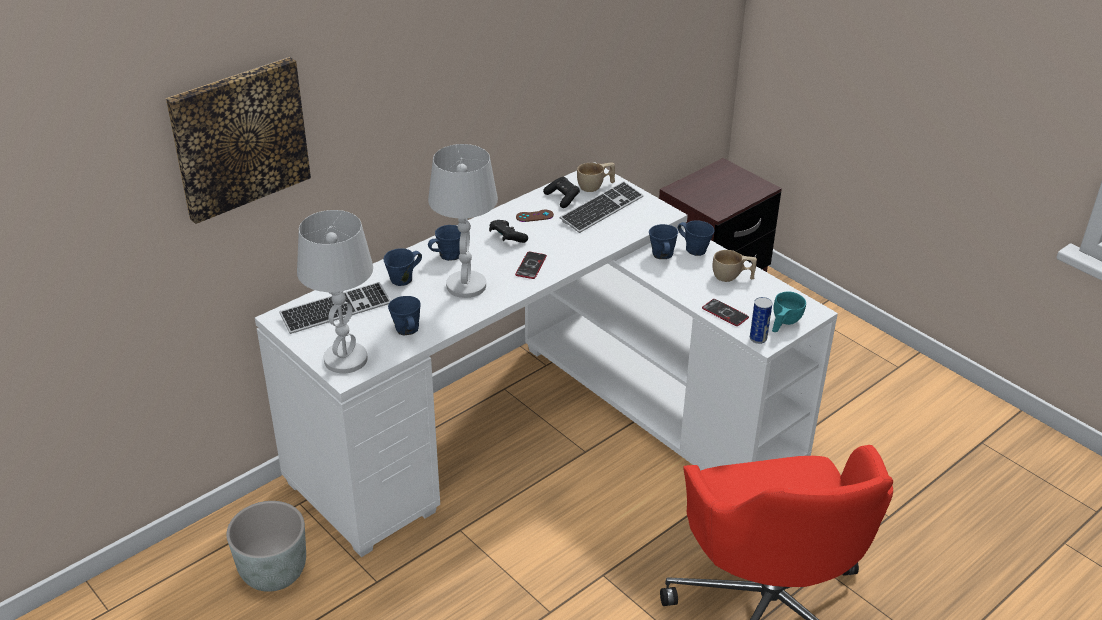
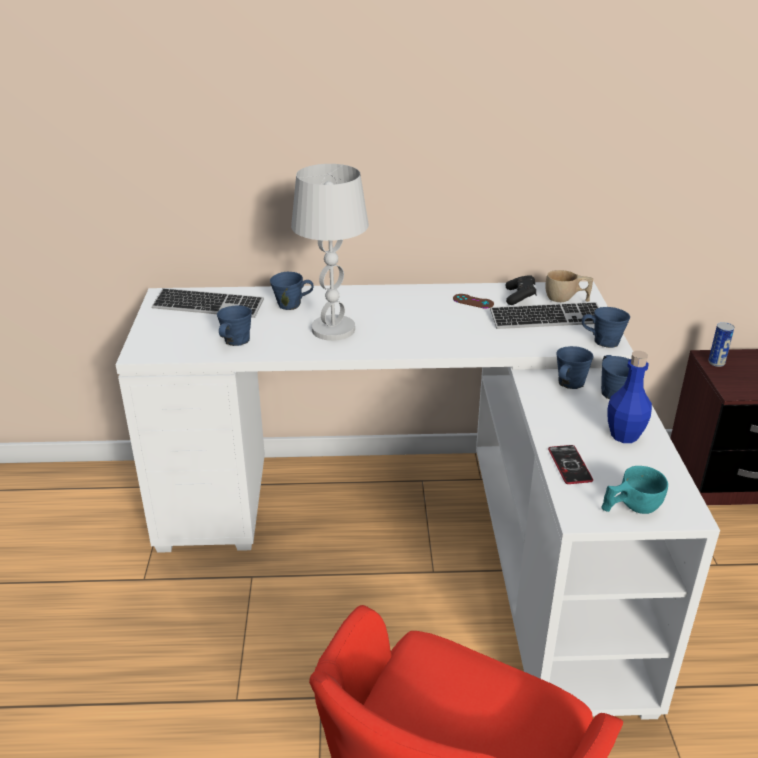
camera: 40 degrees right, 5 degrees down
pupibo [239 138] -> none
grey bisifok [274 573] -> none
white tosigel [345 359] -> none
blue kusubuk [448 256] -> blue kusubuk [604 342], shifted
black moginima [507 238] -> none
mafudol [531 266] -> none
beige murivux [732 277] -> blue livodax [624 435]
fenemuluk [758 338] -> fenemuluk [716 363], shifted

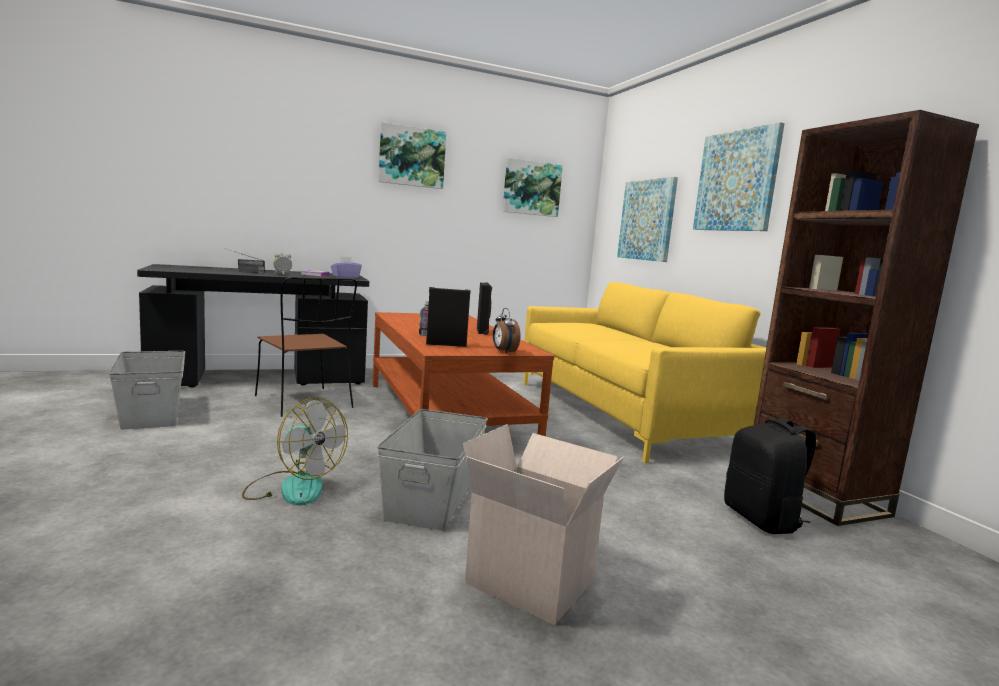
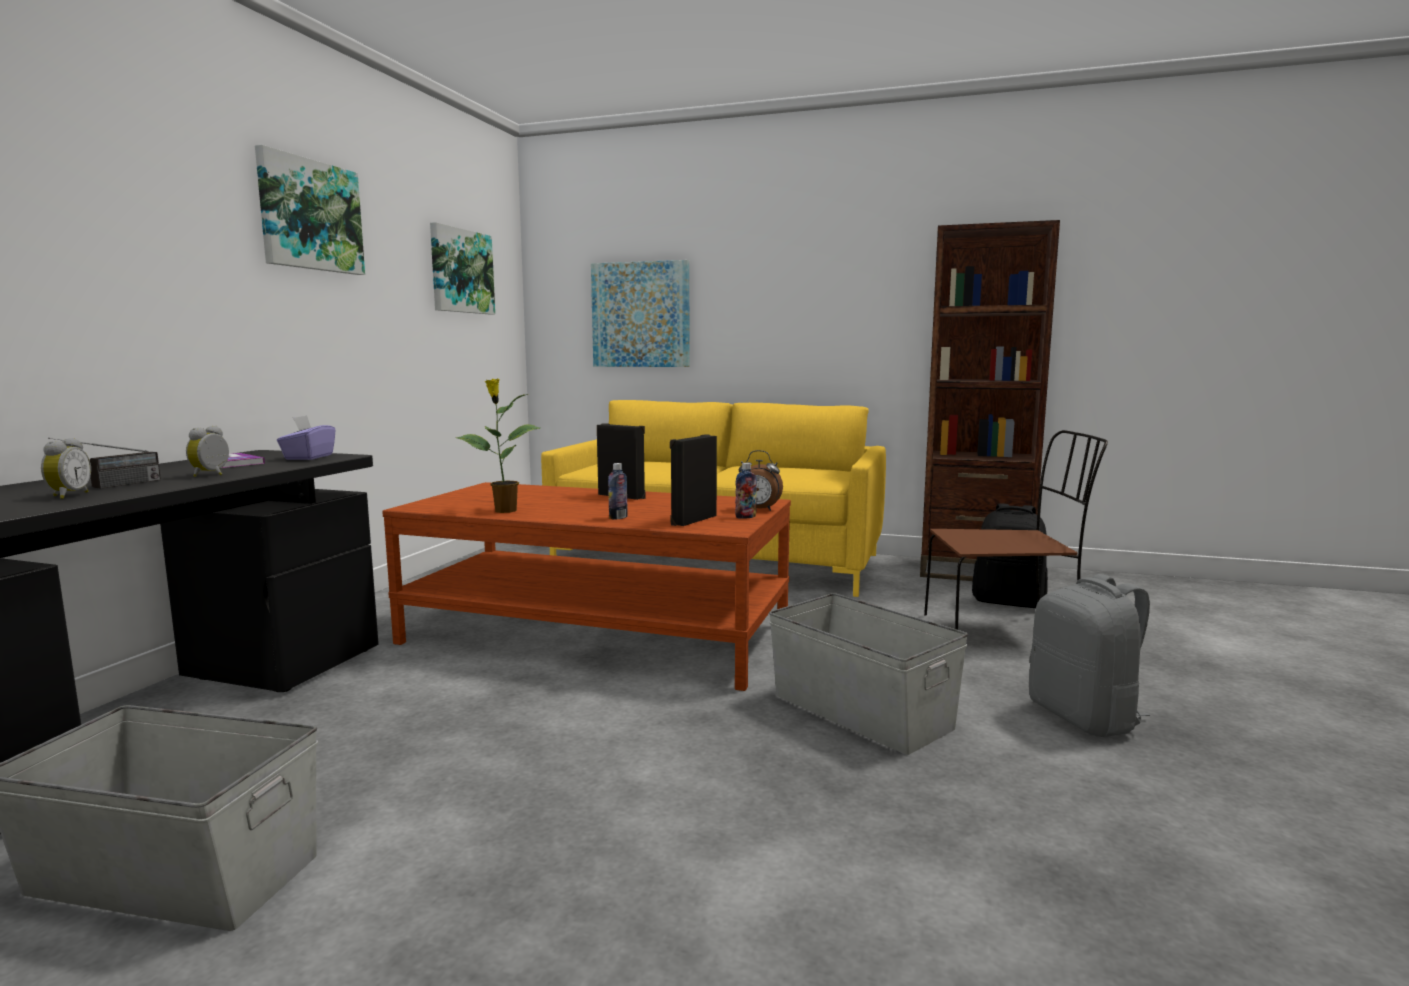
camera: 50 degrees left, 0 degrees up
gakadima [293 487] -> none
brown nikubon [305 403] -> brown nikubon [1005 633], shifted
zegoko [534 581] -> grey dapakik [1085 718]
pupibo [737 181] -> none
none -> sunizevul [67 495]
none -> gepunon [504 511]
none -> livodax [745 517]

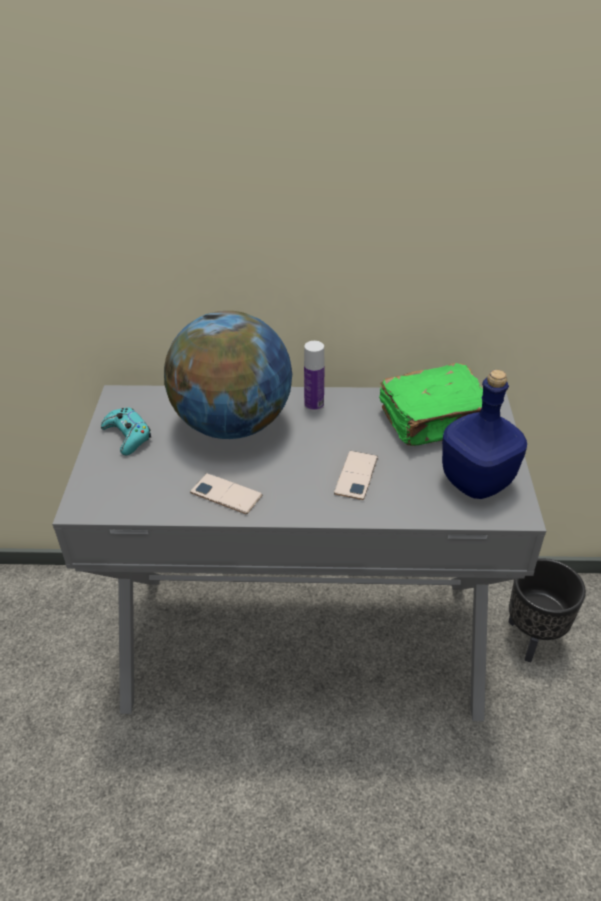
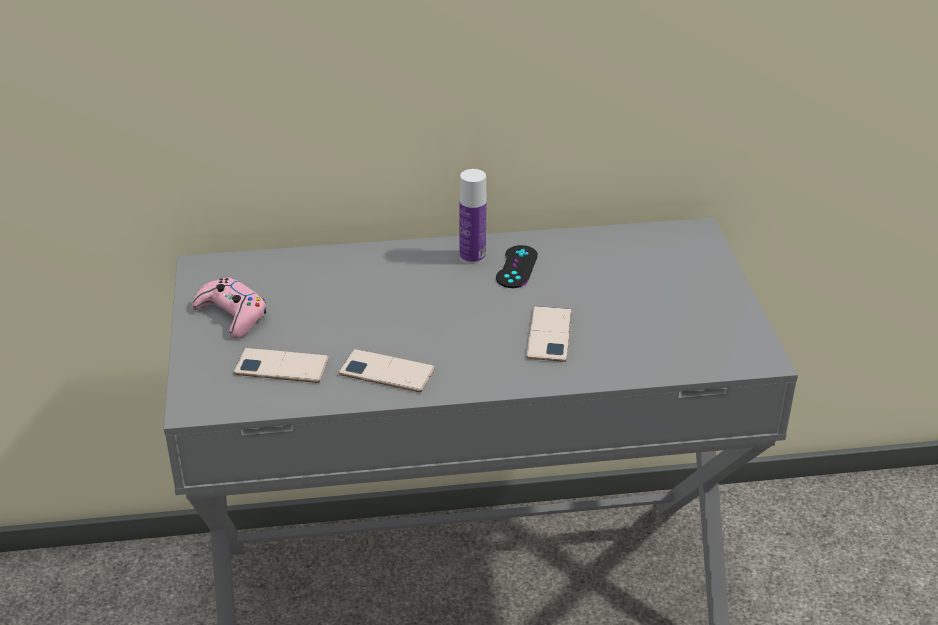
camera: 10 degrees left, 5 degrees down
turquoise moginima [127 436] -> pink moginima [232 315]
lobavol [233 424] -> none
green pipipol [436 421] -> none
blue livodax [475 482] -> none
black bisifok [533 639] -> none
none -> mafudol [281 366]
none -> black moginima [516 267]

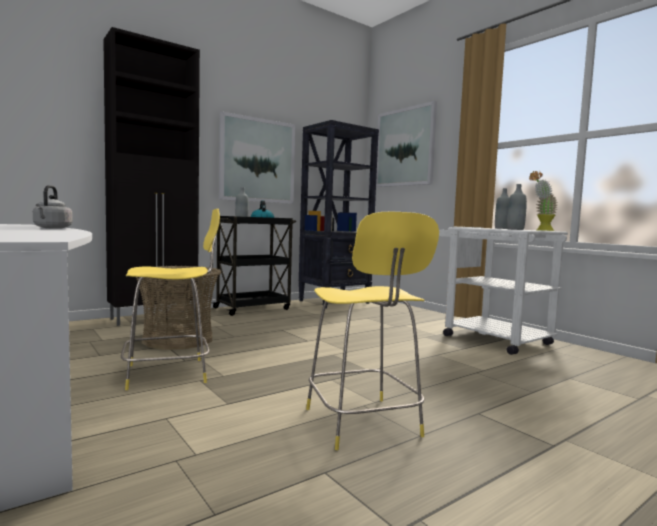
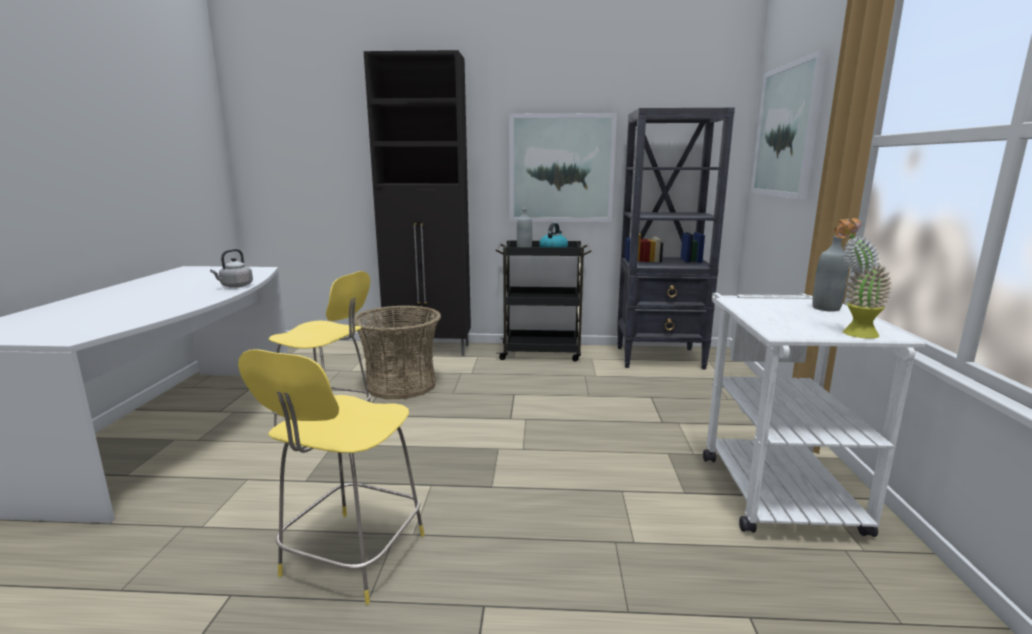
camera: 40 degrees right, 10 degrees up
grey livodax [515 229] -> none

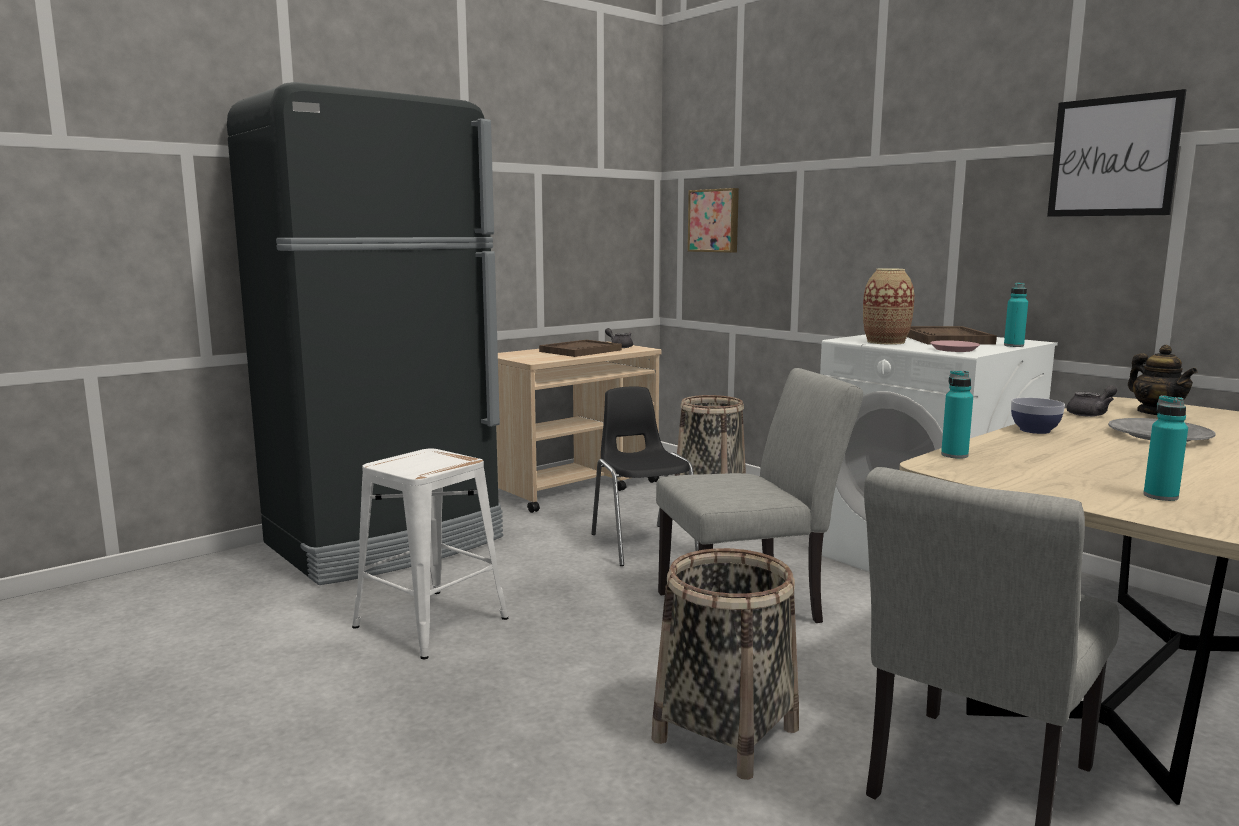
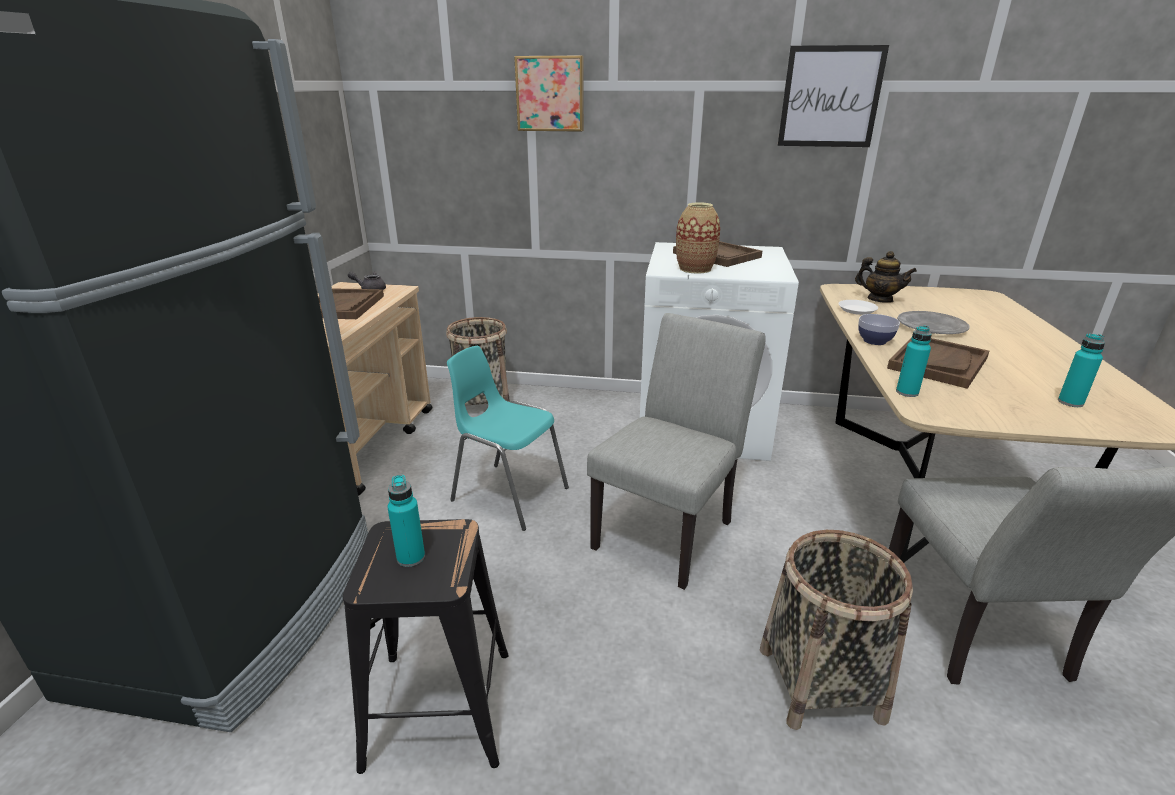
camera: 40 degrees left, 15 degrees up
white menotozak [430 622] -> black menotozak [437 707]
black nikubon [642 544] -> turquoise nikubon [509 494]
pupibo [714 220] -> pupibo [550 94], shifted
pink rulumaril [954 349] -> none
turquoise livodax [1013 345] -> turquoise livodax [411 557], shifted
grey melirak [1091 414] -> white rulumaril [856 310]
none -> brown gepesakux [937 363]

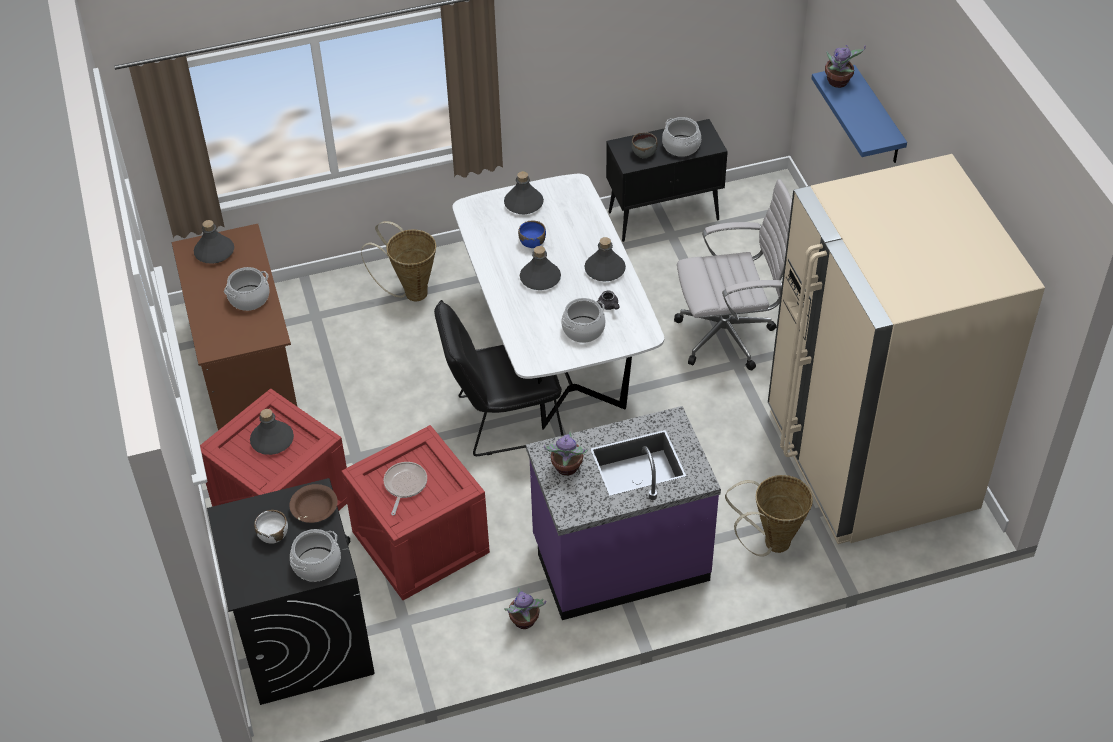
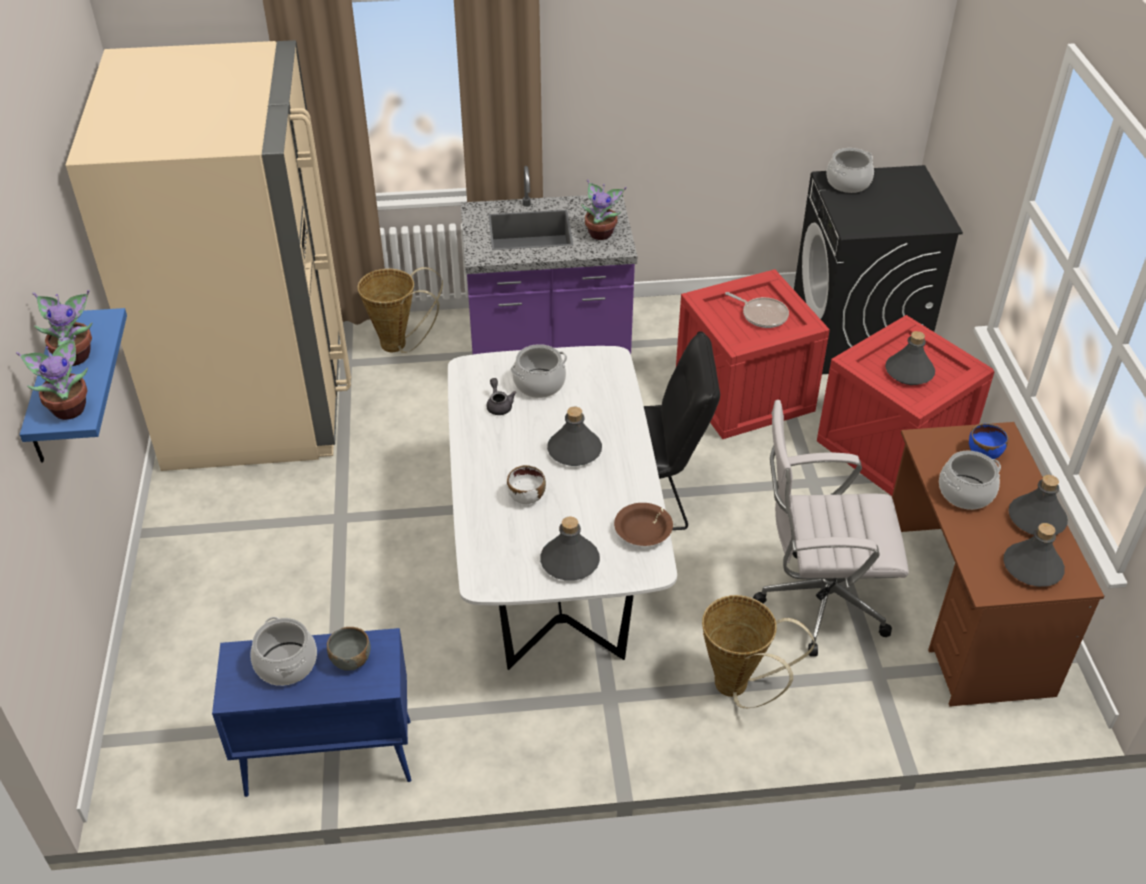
camera: 170 degrees left, 5 degrees down
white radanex [273 535] -> white radanex [526 496], shifted
brown radanex [314 508] -> brown radanex [643 531], shifted
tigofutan [404 485] -> tigofutan [762 315], 75 degrees counterclockwise
gepunon [524 621] -> gepunon [75 355], shifted
blue radanex [532 242] -> blue radanex [984 453], shifted
grey livodax [604 269] -> grey livodax [1036 519], shifted
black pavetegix [664 216] -> blue pavetegix [327 758]
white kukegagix [729 335] -> white kukegagix [816 602], shifted

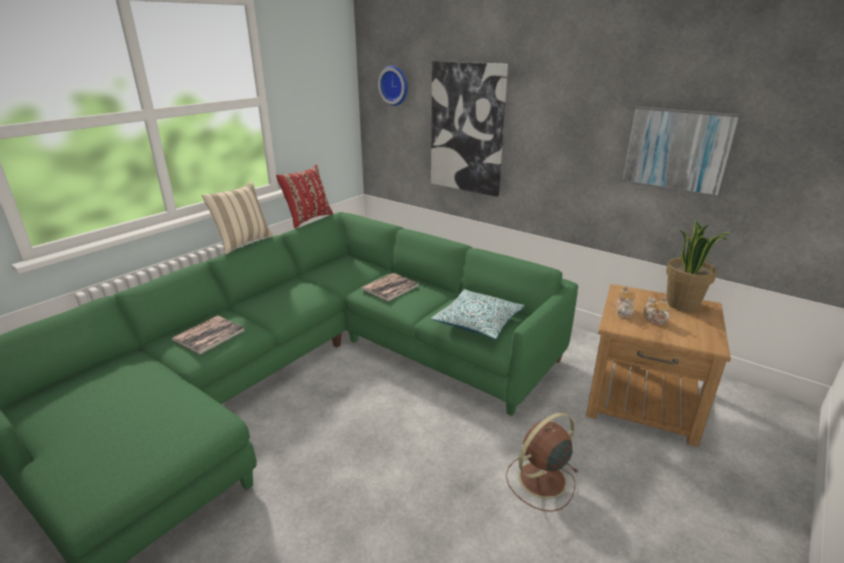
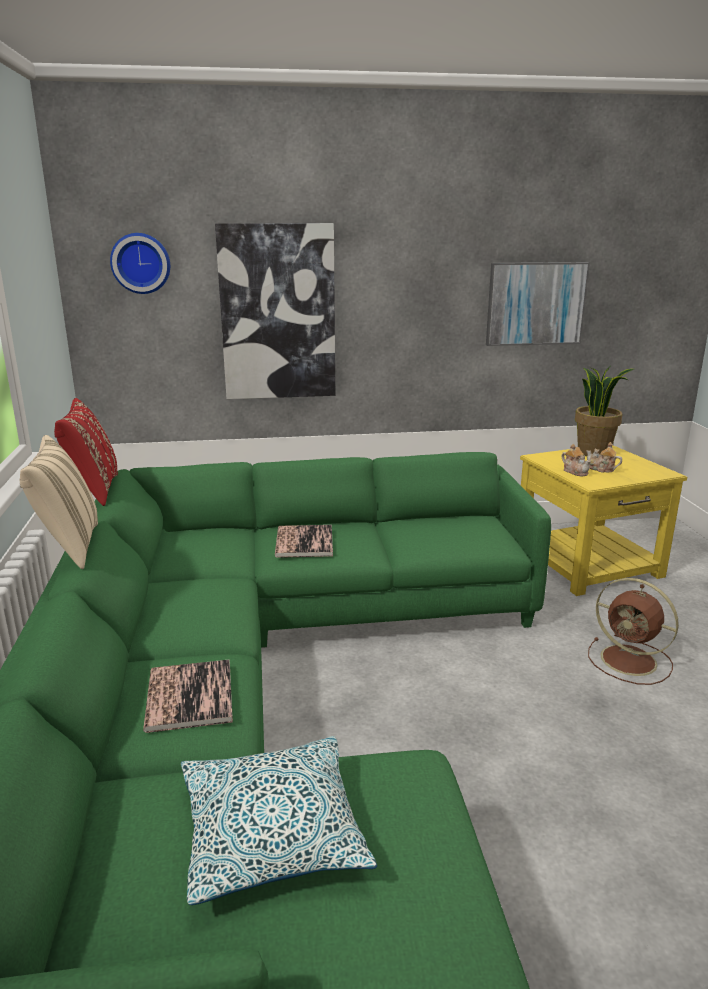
camera: 45 degrees left, 5 degrees down
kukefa [478 322] -> kukefa [272 832], shifted
brown gakadima [540 480] -> brown gakadima [631 661], 60 degrees counterclockwise
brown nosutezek [642 400] -> yellow nosutezek [587 563]

